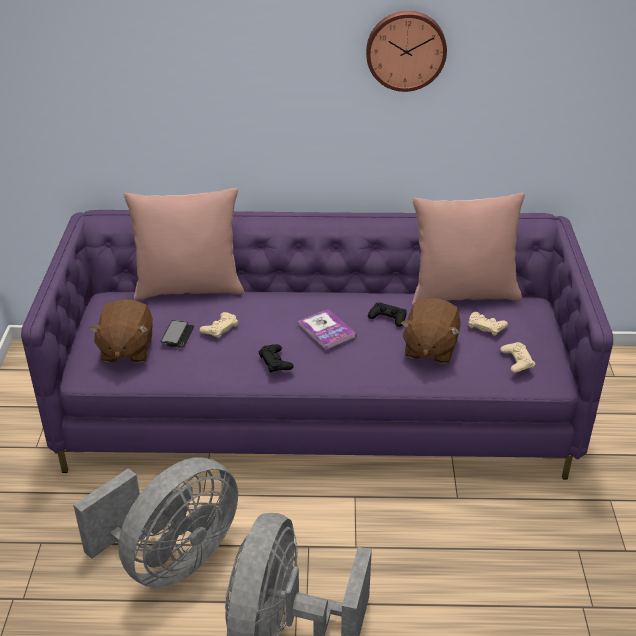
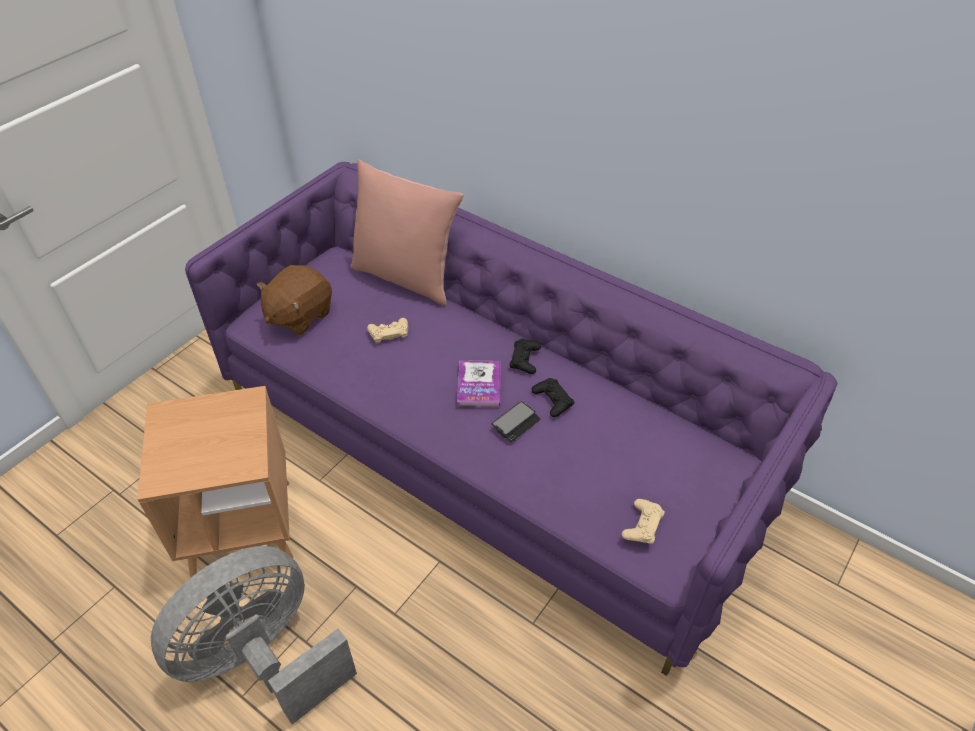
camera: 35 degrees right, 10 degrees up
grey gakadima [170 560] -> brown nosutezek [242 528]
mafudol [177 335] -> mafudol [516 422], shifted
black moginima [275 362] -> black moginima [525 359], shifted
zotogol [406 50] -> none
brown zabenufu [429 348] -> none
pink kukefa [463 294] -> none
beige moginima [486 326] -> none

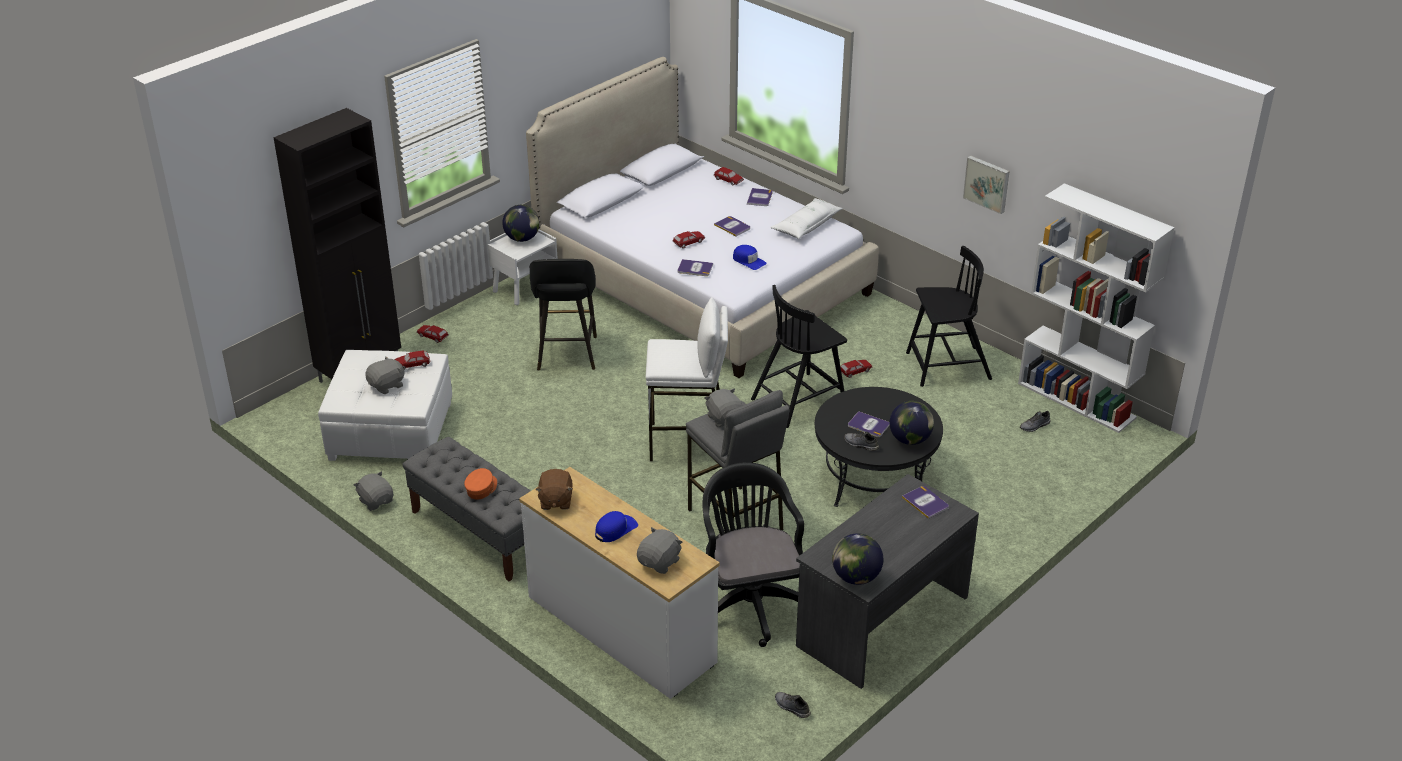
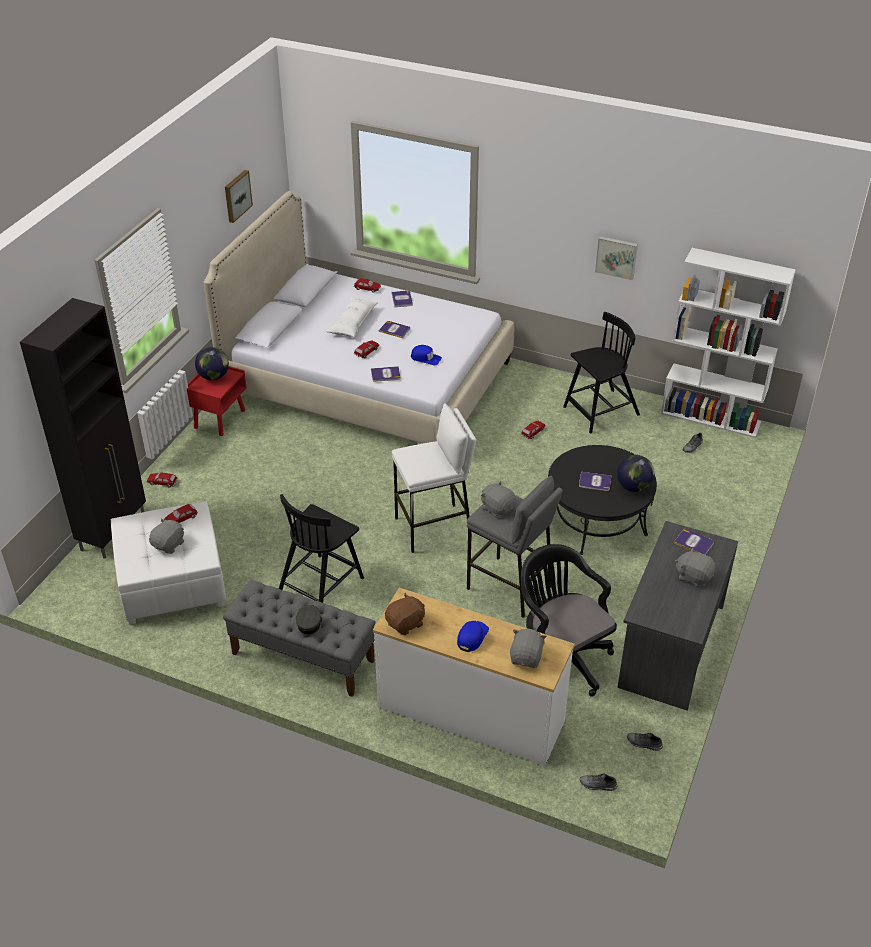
camera: 20 degrees left, 5 degrees up
grey zabenufu [376 501] -> grey zabenufu [693 576], shifted
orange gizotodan [481 488] -> grey gizotodan [309 622]
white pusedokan [524 288] -> red pusedokan [219 419]
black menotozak [566 355] -> none
brown zabenufu [555 501] -> brown zabenufu [406 623], 105 degrees counterclockwise
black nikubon [799 399] -> black nikubon [321 586], shifted
white kukefa [806 225] -> white kukefa [352 323], shifted
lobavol [855 577] -> none
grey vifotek [860 445] -> grey vifotek [597 785], shifted
none -> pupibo [236 195]

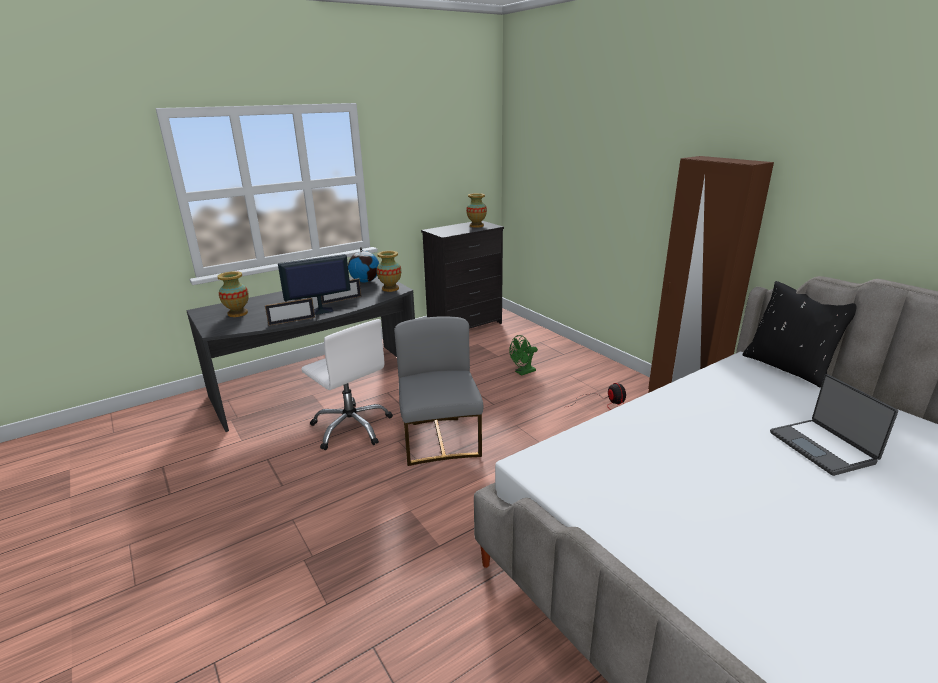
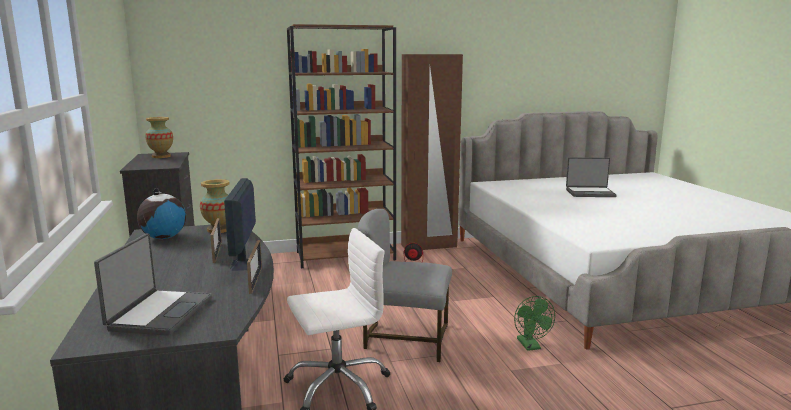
camera: 70 degrees left, 10 degrees down
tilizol [238 313] -> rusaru [159 313]
green gakadima [523 372] -> green gakadima [531 346], shifted
black kukefa [788 367] -> none
none -> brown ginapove [346 256]

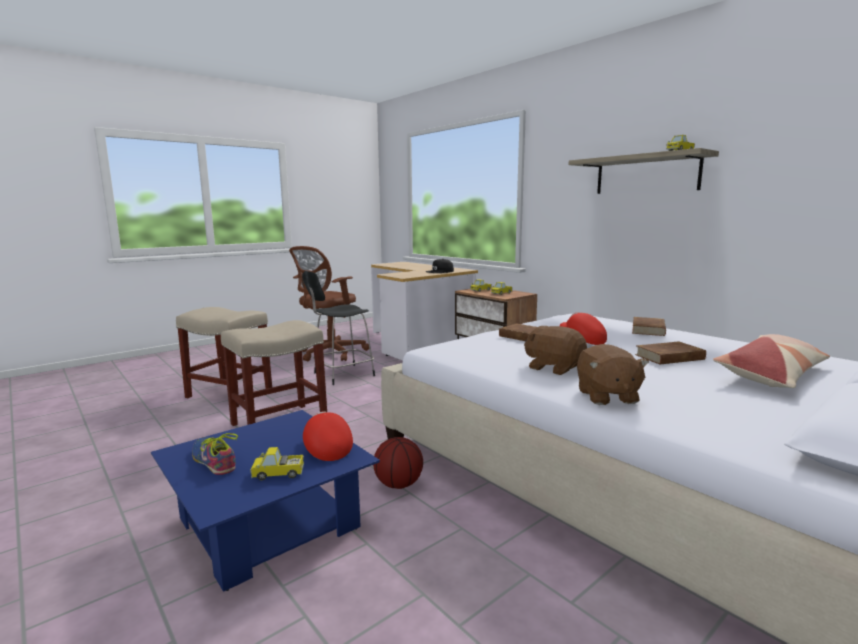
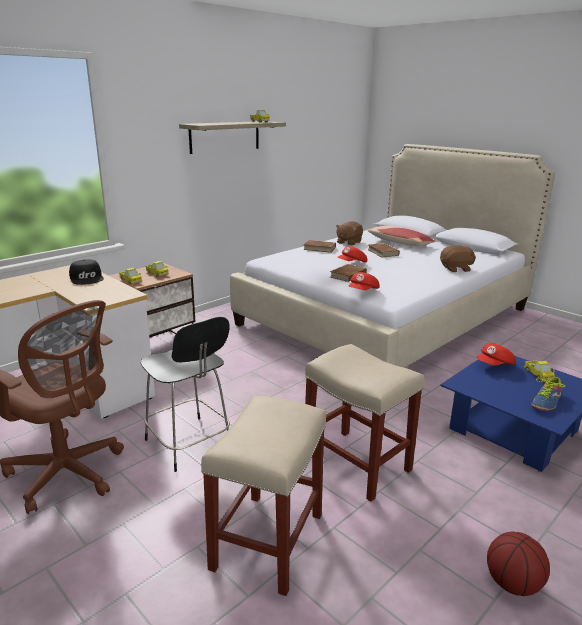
camera: 95 degrees left, 10 degrees up
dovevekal [398 484] -> dovevekal [512 583], shifted
brown zabenufu [554 368] -> brown zabenufu [348 242], shifted
none -> red gizotodan [363 292]

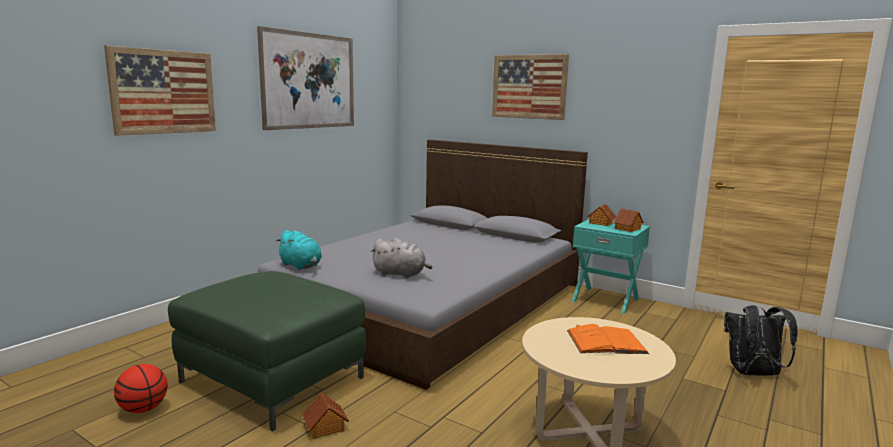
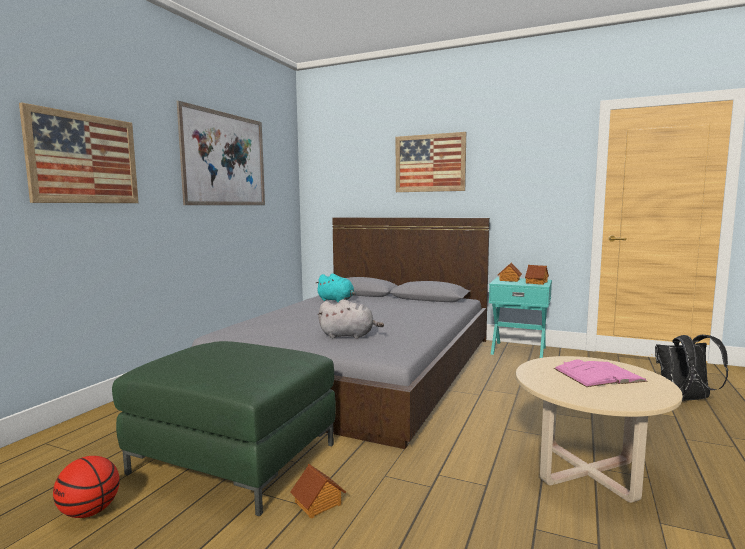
camera: 10 degrees left, 5 degrees down
turquoise zabenufu [301 266] -> turquoise zabenufu [337 300], shifted
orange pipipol [606 342] -> pink pipipol [598 375]

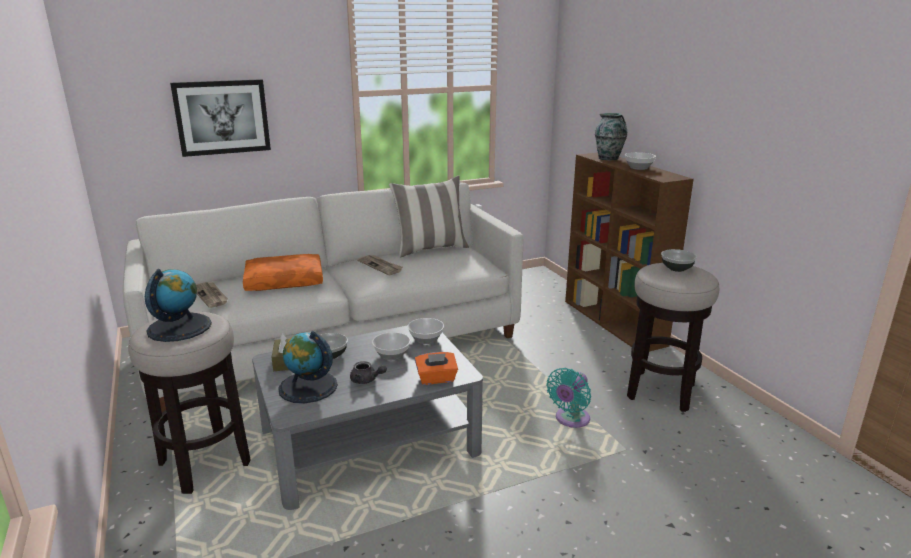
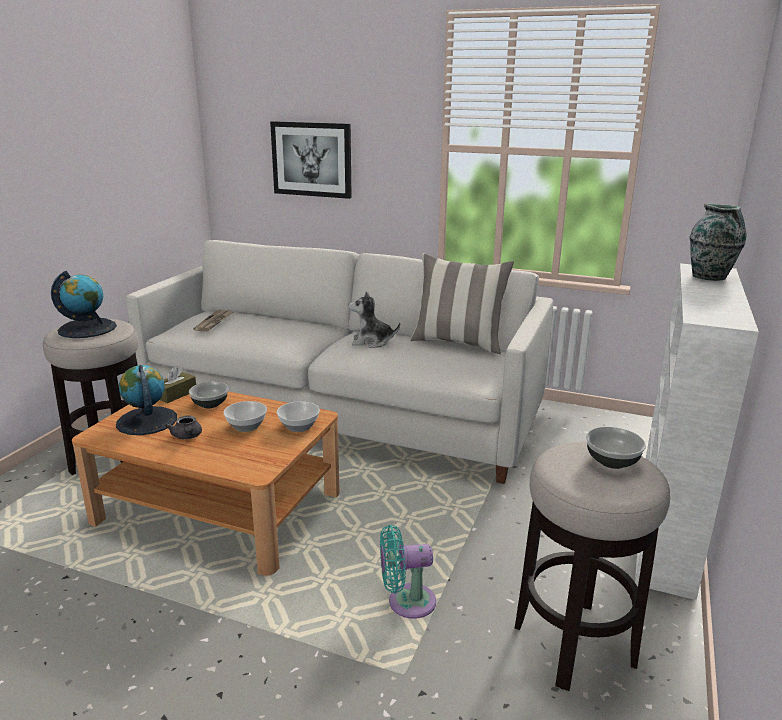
camera: 45 degrees right, 0 degrees up
orange kukefa [285 281] -> none
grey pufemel [369 441] -> brown pufemel [219 507]
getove [380 266] -> zabenufu [372 342]
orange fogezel [436 379] -> none
brown ginapove [614 323] -> white ginapove [666 530]
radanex [639 168] -> none

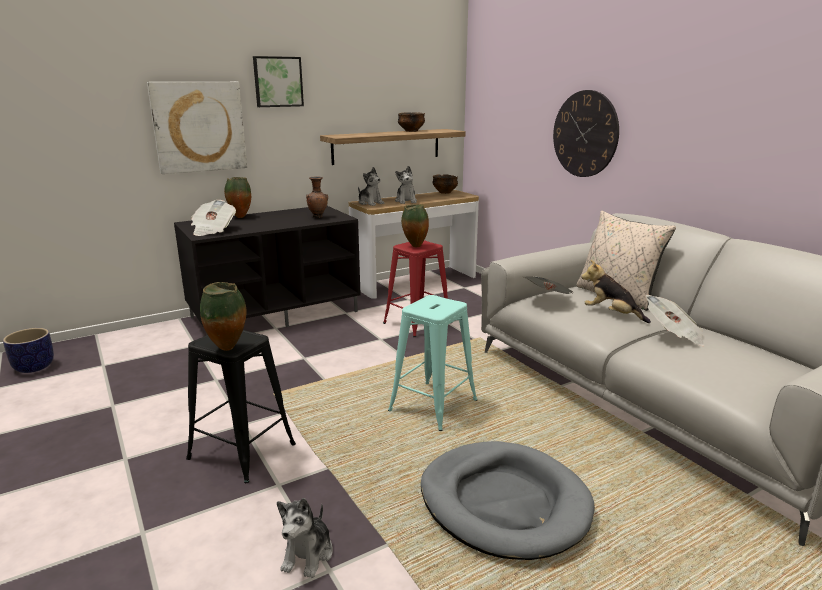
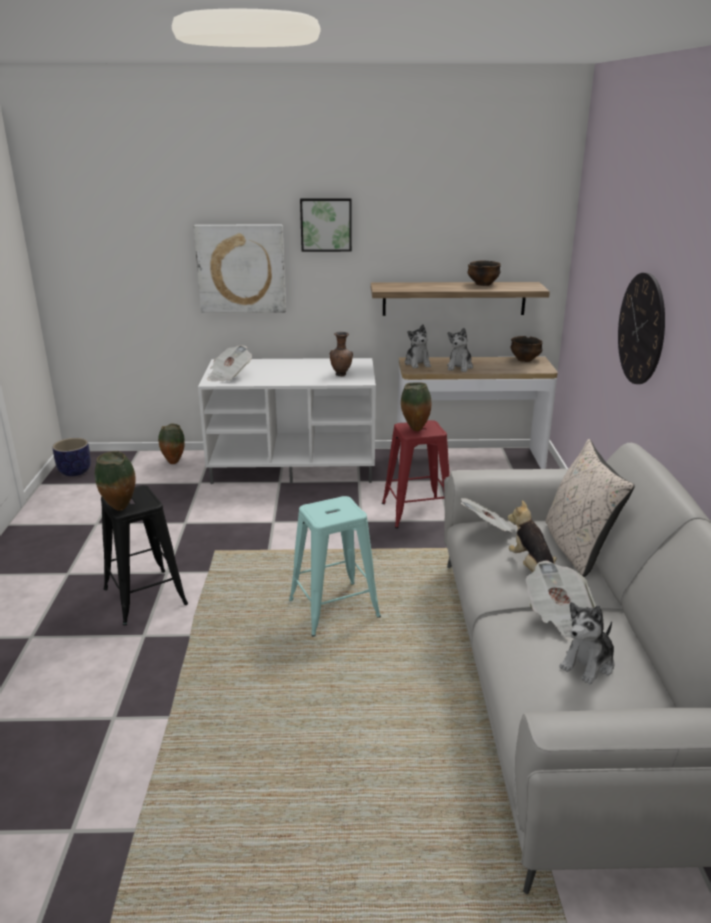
camera: 30 degrees right, 5 degrees up
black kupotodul [276 313] -> white kupotodul [294 465]
tilizol [240 217] -> tilizol [173 462], shifted
zabenufu [308 554] -> zabenufu [588 663], shifted
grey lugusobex [504 503] -> none

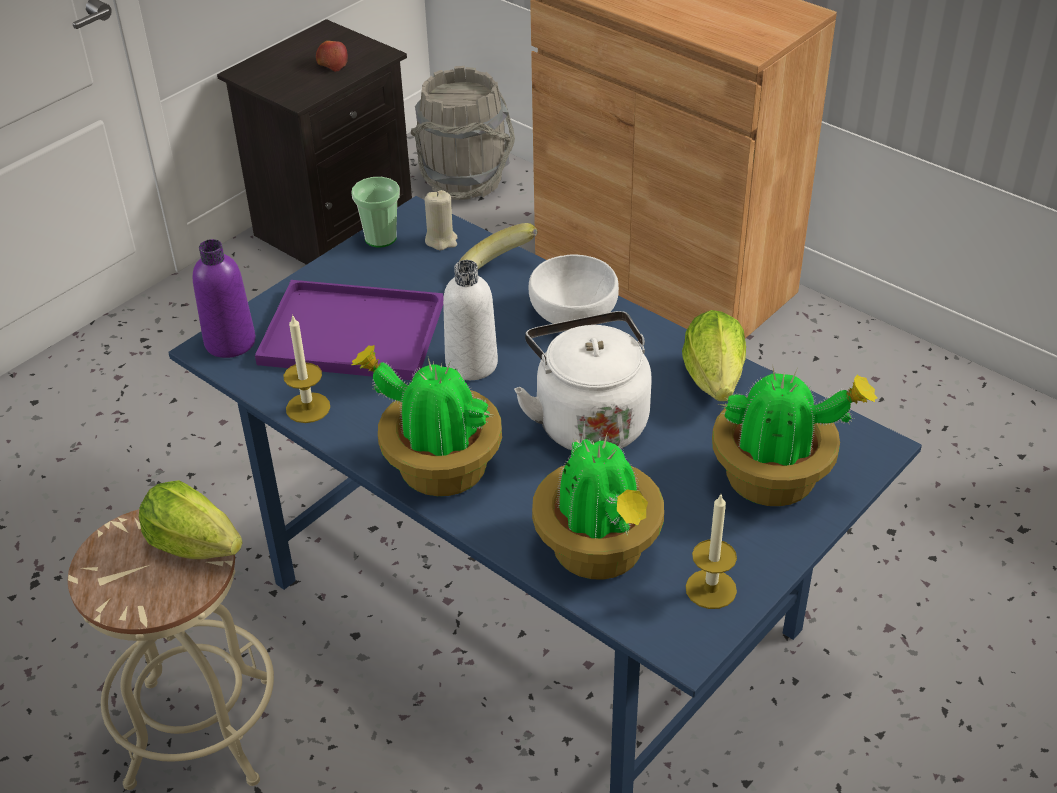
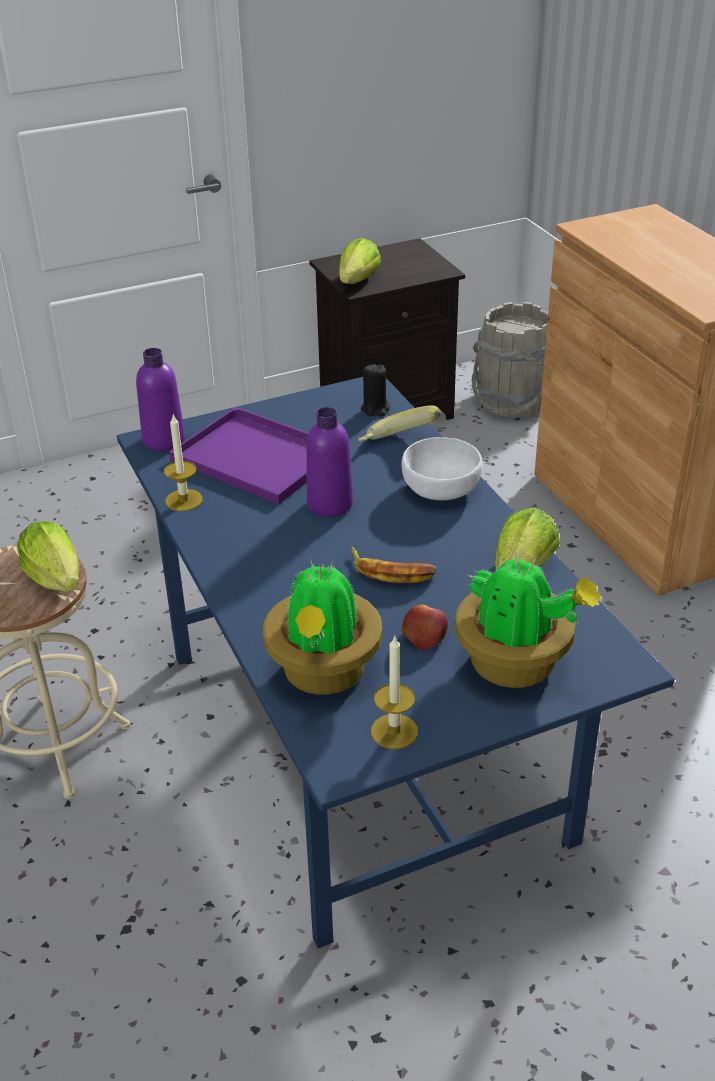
camera: 25 degrees right, 5 degrees down
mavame [332 63] -> mavame [424 634], shifted
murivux [380 238] -> none
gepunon [438 468] -> none
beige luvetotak [441 240] -> black luvetotak [375 409]
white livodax [471 364] -> purple livodax [330 504]
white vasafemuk [588 420] -> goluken [391 571]
none -> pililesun [358 281]

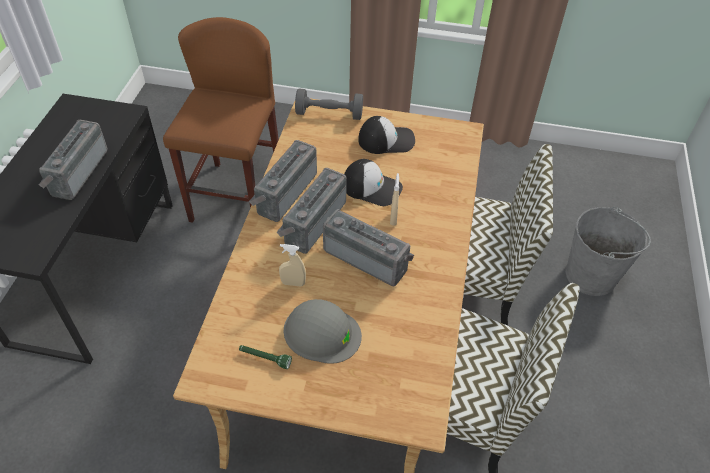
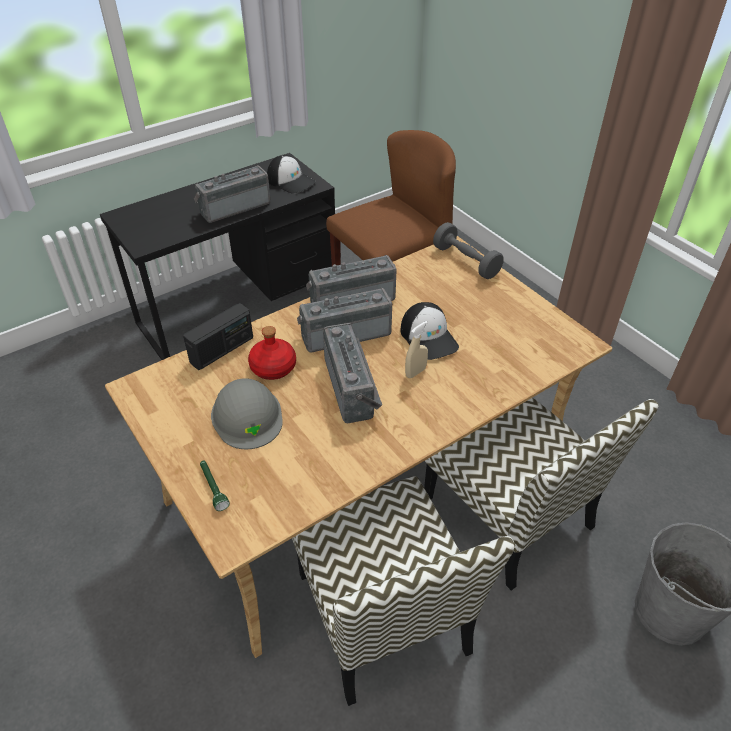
camera: 45 degrees right, 5 degrees down
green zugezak [265 358] -> green zugezak [213 488], shifted
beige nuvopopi [293 283] -> red livodax [273 367]
gizotodan [386 140] -> gizotodan [291 181], shifted
none -> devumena [222 350]

